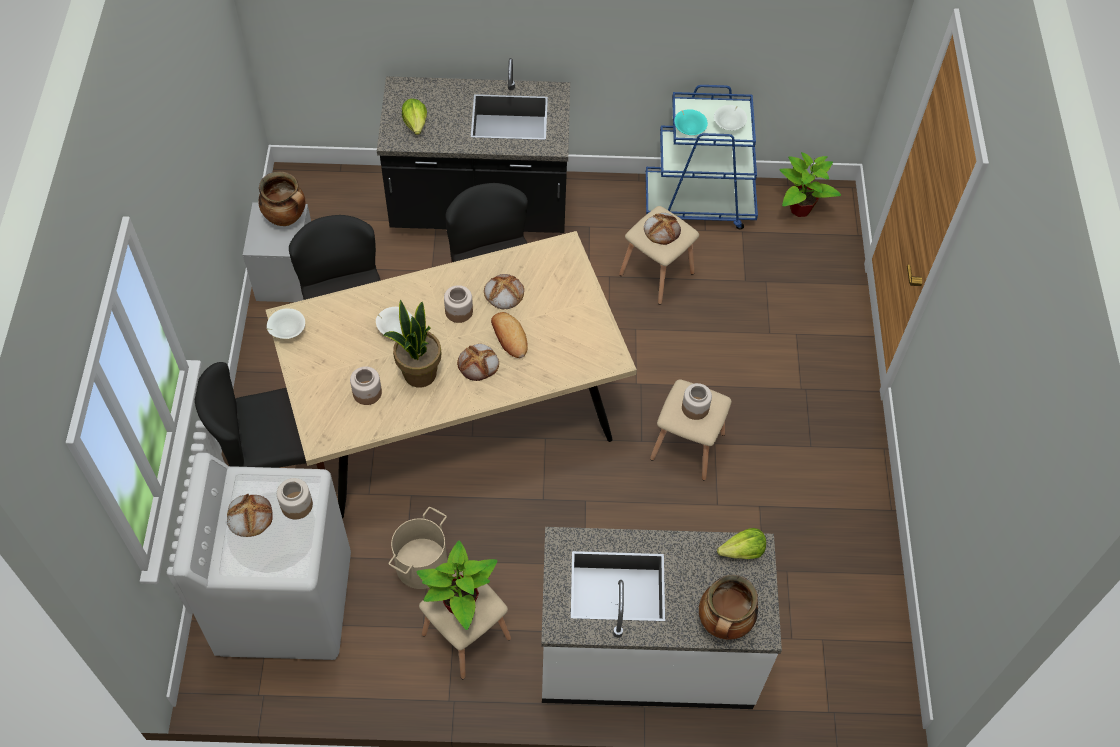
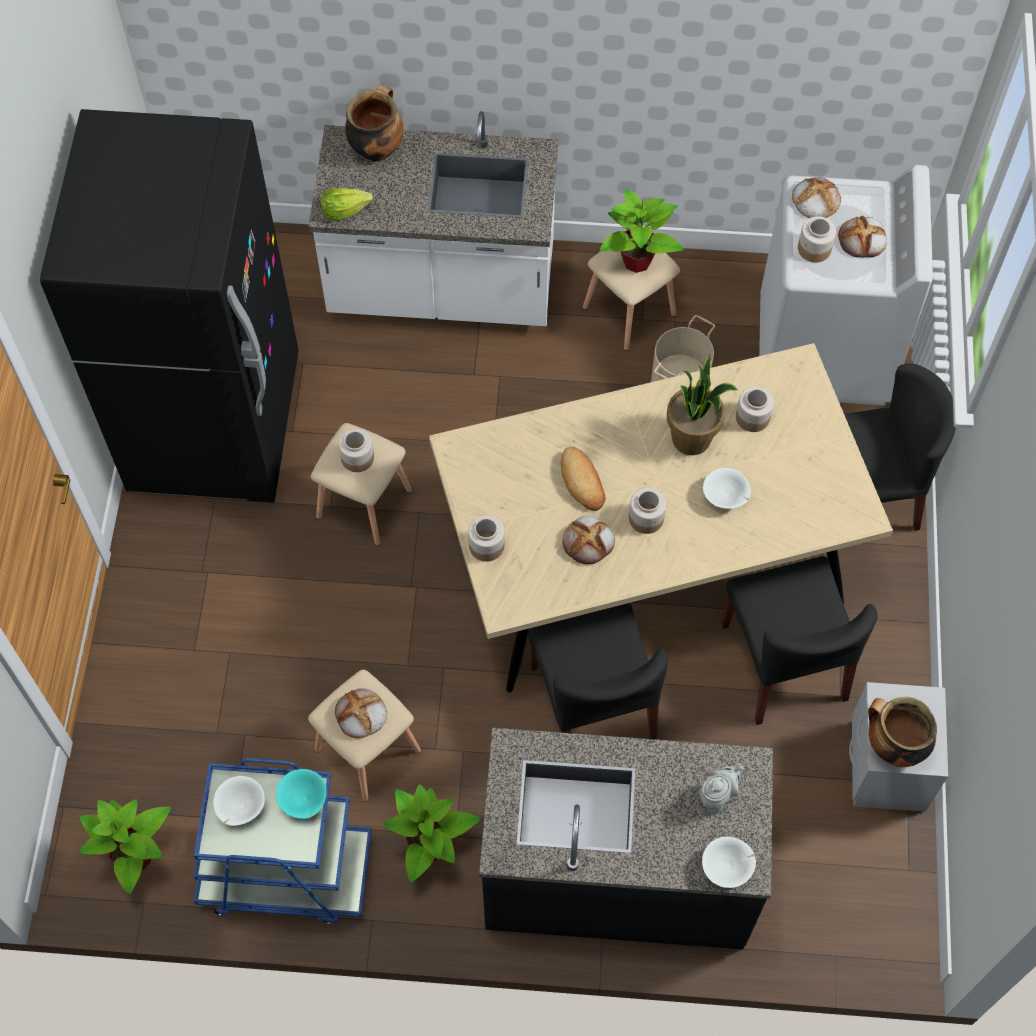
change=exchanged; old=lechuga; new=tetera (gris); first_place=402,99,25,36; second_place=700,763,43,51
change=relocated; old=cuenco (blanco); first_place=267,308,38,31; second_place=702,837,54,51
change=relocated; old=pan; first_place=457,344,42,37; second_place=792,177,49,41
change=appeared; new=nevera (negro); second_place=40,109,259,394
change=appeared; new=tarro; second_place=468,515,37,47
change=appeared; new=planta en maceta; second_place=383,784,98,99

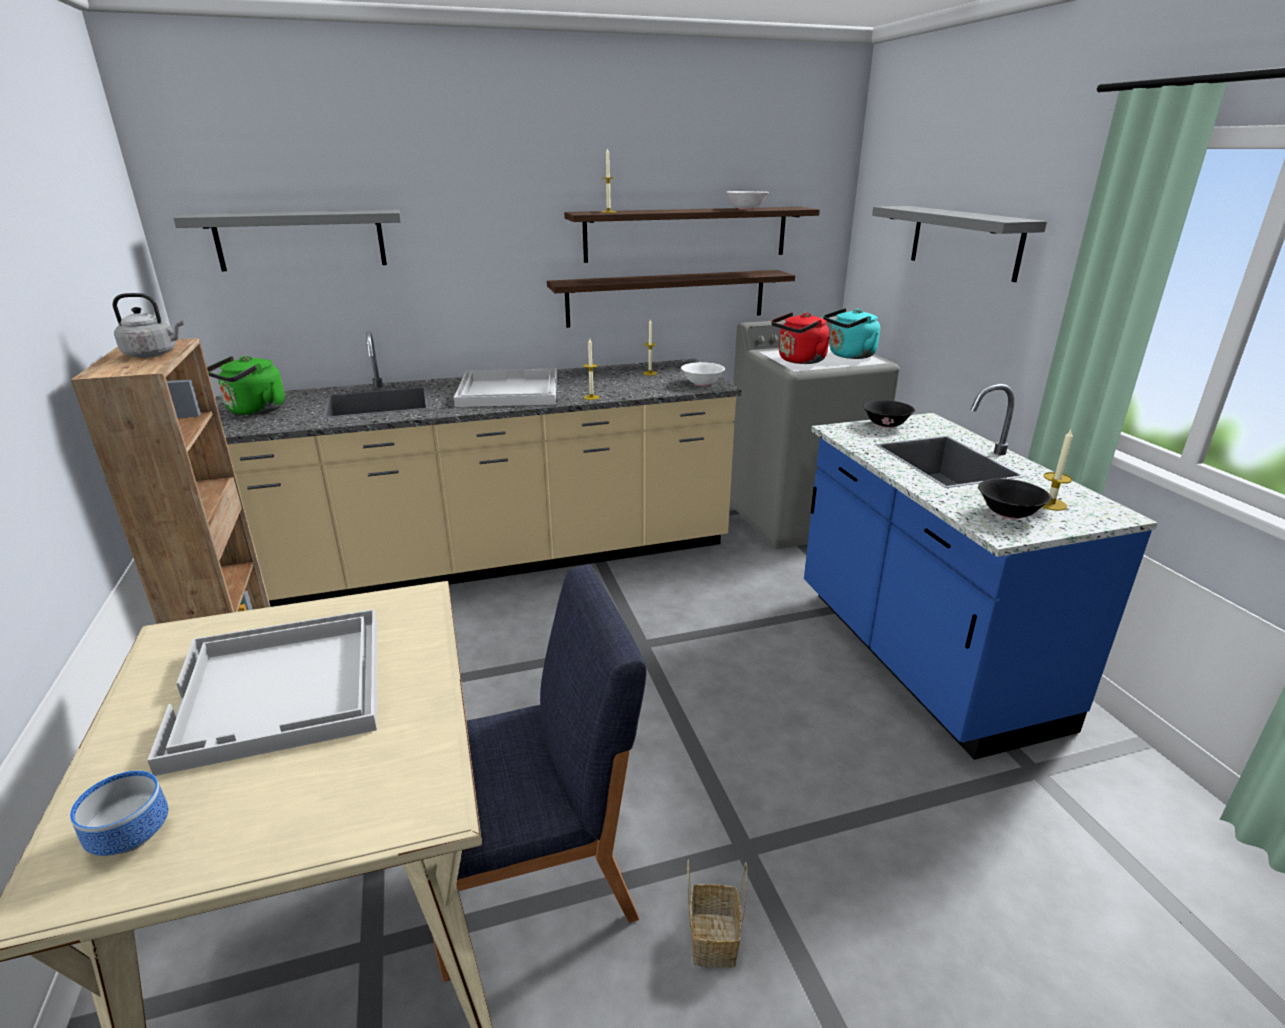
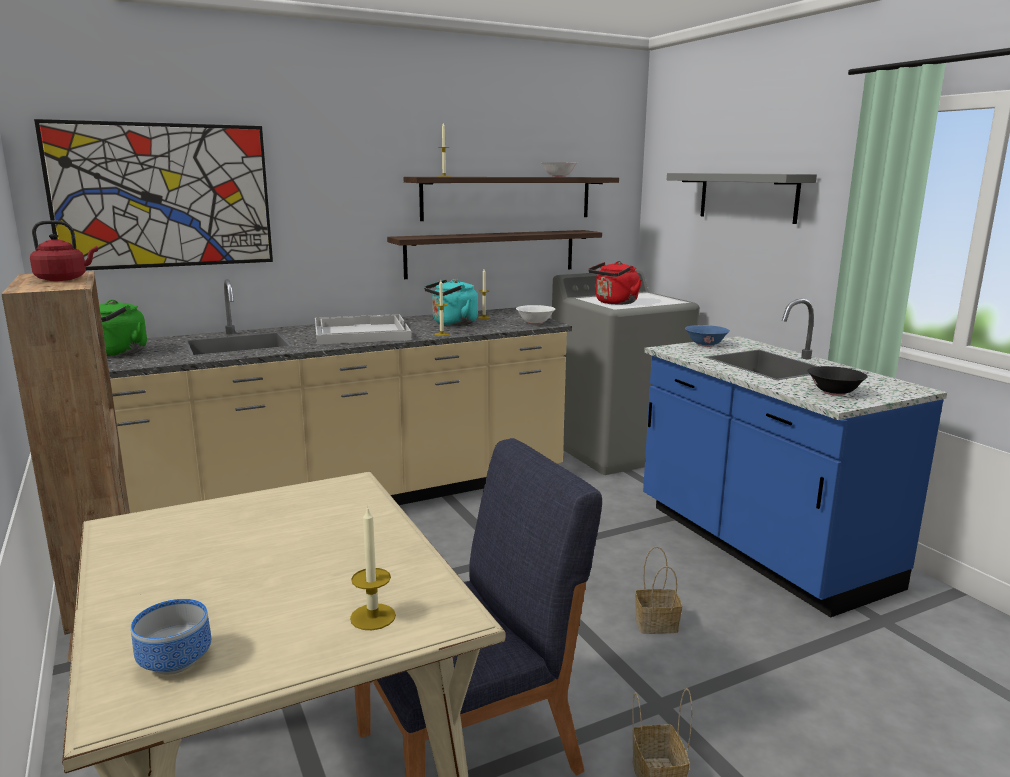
change=exchanged; old=estante (gris); new=cuadro; first_place=173,210,228,61; second_place=34,119,239,151
change=colour; old=hervidor (gris); new=hervidor (rojo); first_place=112,293,72,65; second_place=30,220,68,61
change=relocated; old=hervidor (turquesa); first_place=823,308,57,51; second_place=424,279,54,47
change=colour; old=cuenco (negro); new=cuenco (azul); first_place=863,400,52,29; second_place=685,325,45,22
change=relocated; old=vela; first_place=1042,430,31,81; second_place=350,506,46,124
change=missing; old=bandeja (blanco); first_place=147,609,230,167
change=appeared; new=cesta; second_place=635,547,47,87

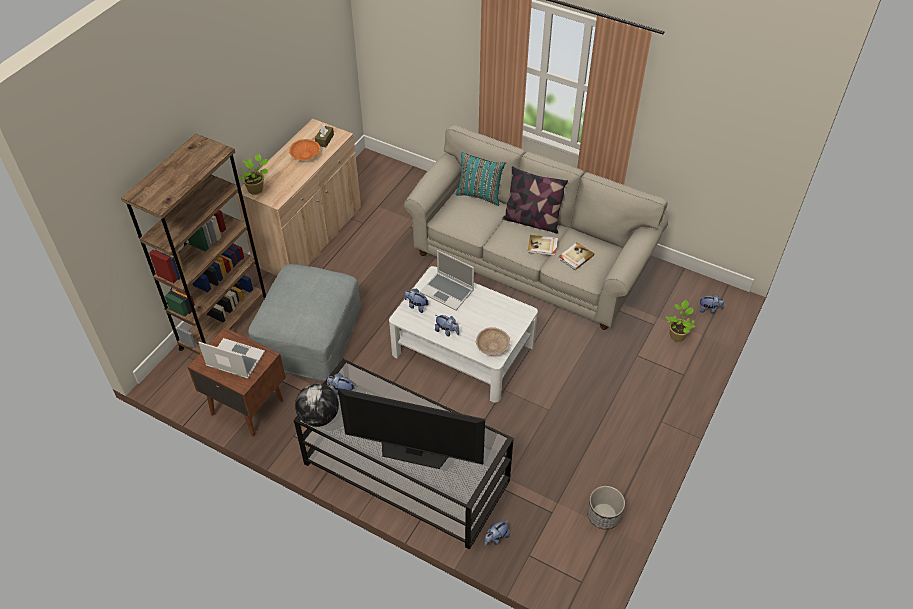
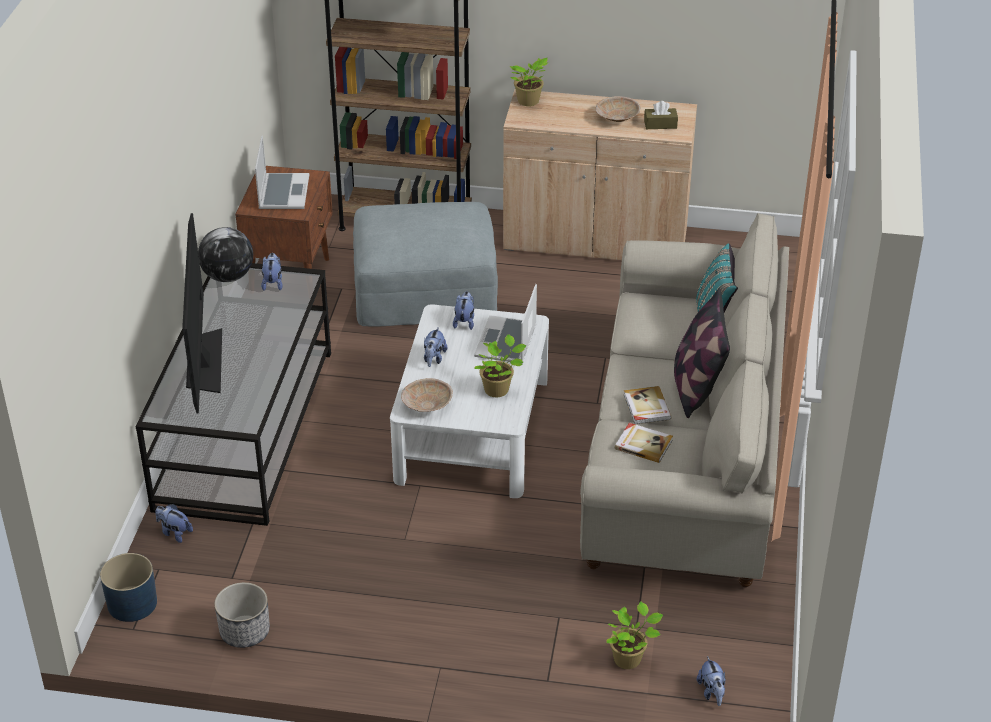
change=colour; old=cuenco (naranja); new=cuenco (beis); first_place=289,139,31,21; second_place=595,96,45,26
change=appeared; new=planta en maceta; second_place=474,334,53,63
change=appeared; new=maceta (azul); second_place=100,553,57,69

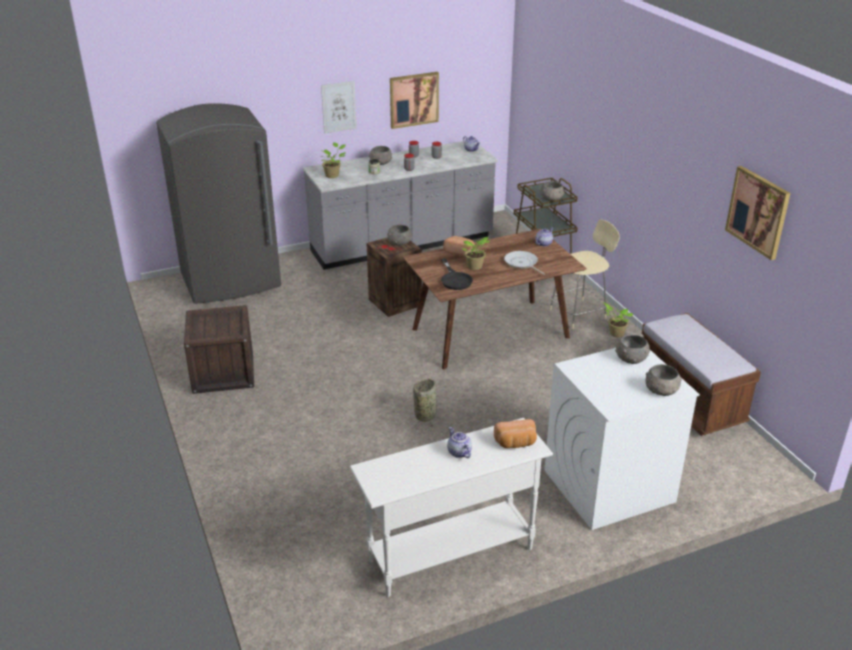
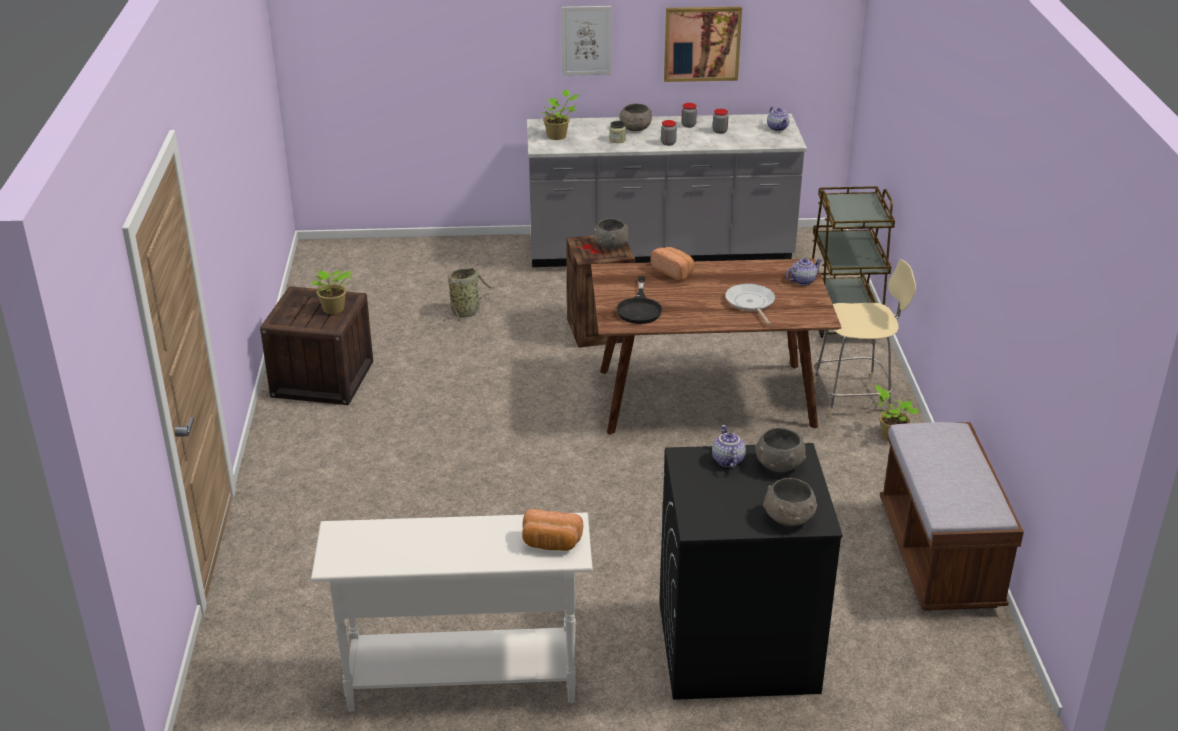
change=missing; old=nevera (gris); first_place=156,103,125,201
change=missing; old=cuadro; first_place=725,166,66,94
change=missing; old=cuenco (gris); first_place=540,181,25,20
change=relocated; old=planta en maceta; first_place=462,237,28,33; second_place=312,270,40,44
change=colour; old=lavadora (blanco); new=lavadora (negro); first_place=544,348,156,182; second_place=659,443,184,257
change=relocated; old=cesta; first_place=413,378,24,51; second_place=443,268,51,55
change=relocated; old=tetera; first_place=447,427,25,31; second_place=712,425,34,43

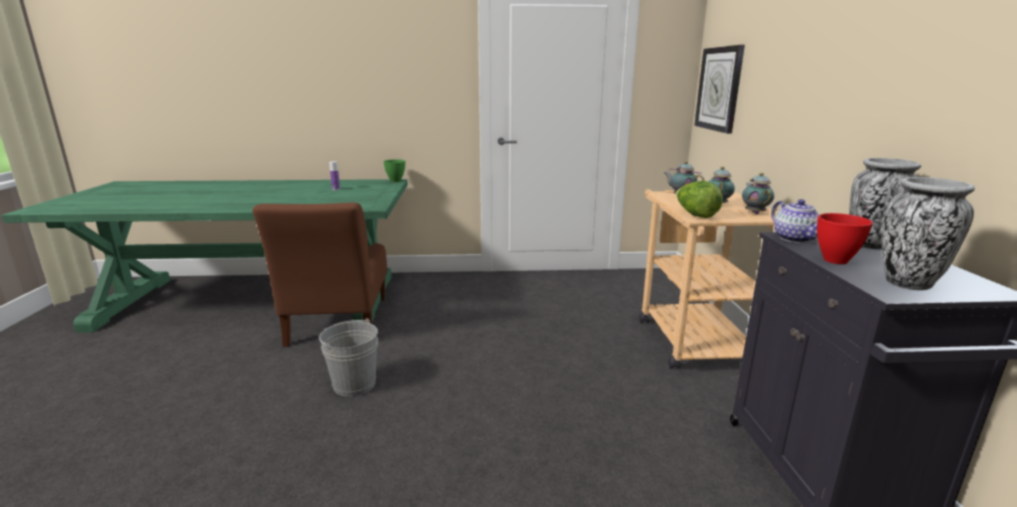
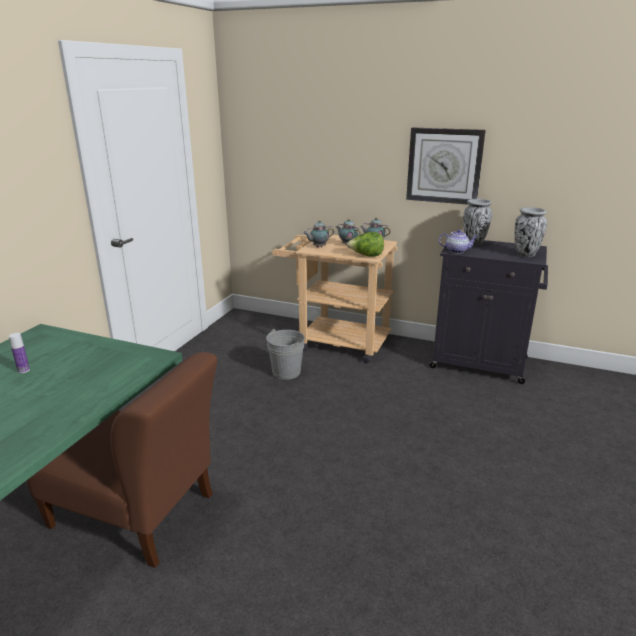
change=relocated; old=reloj de pared; first_place=694,45,51,89; second_place=406,127,80,78
change=missing; old=cuenco (verde); first_place=383,159,22,23
change=missing; old=cuenco (rojo); first_place=817,213,56,51
change=relocated; old=cubo (gris); first_place=319,318,59,79; second_place=266,329,39,51

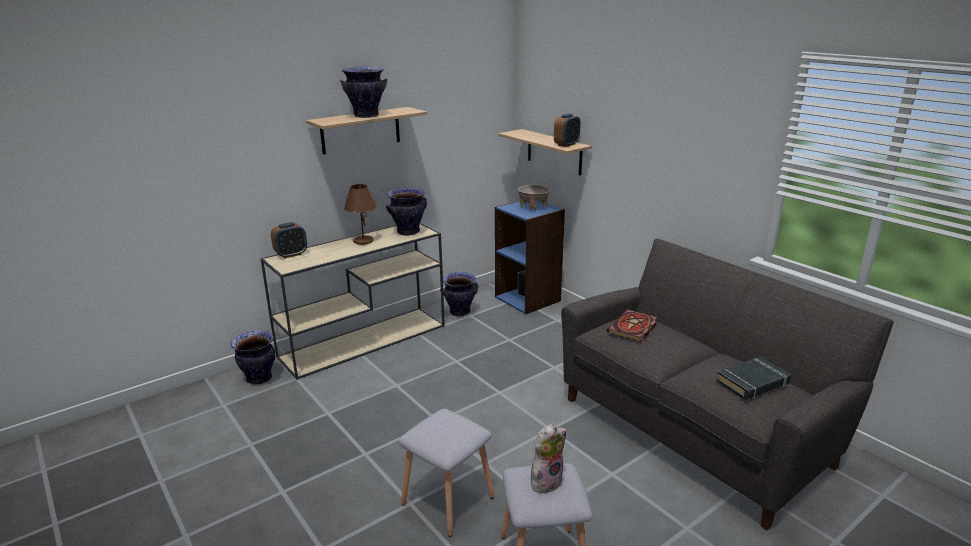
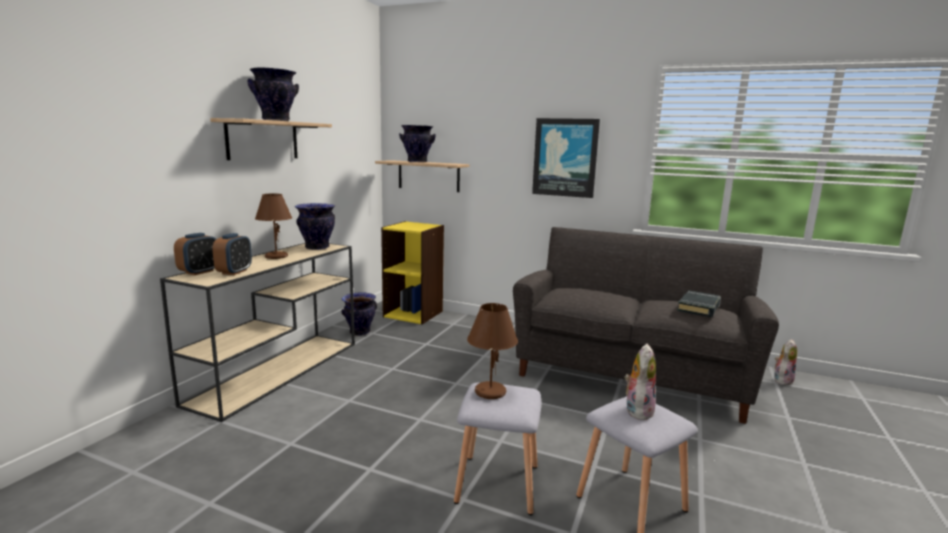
change=relocated; old=despertador; first_place=554,114,26,33; second_place=212,233,40,42
change=missing; old=cuenco (beis); first_place=518,185,32,26
change=colour; old=estantería (azul); new=estantería (amarillo); first_place=495,201,70,113; second_place=381,221,63,104
change=missing; old=libro; first_place=607,309,52,33
change=relocated; old=florero; first_place=231,331,44,54; second_place=399,125,37,37
change=appeared; new=cuadro; second_place=532,118,68,80
change=appeared; new=lámpara de mesa (marrón); second_place=467,303,51,96
change=appeared; new=peluche; second_place=774,339,23,46

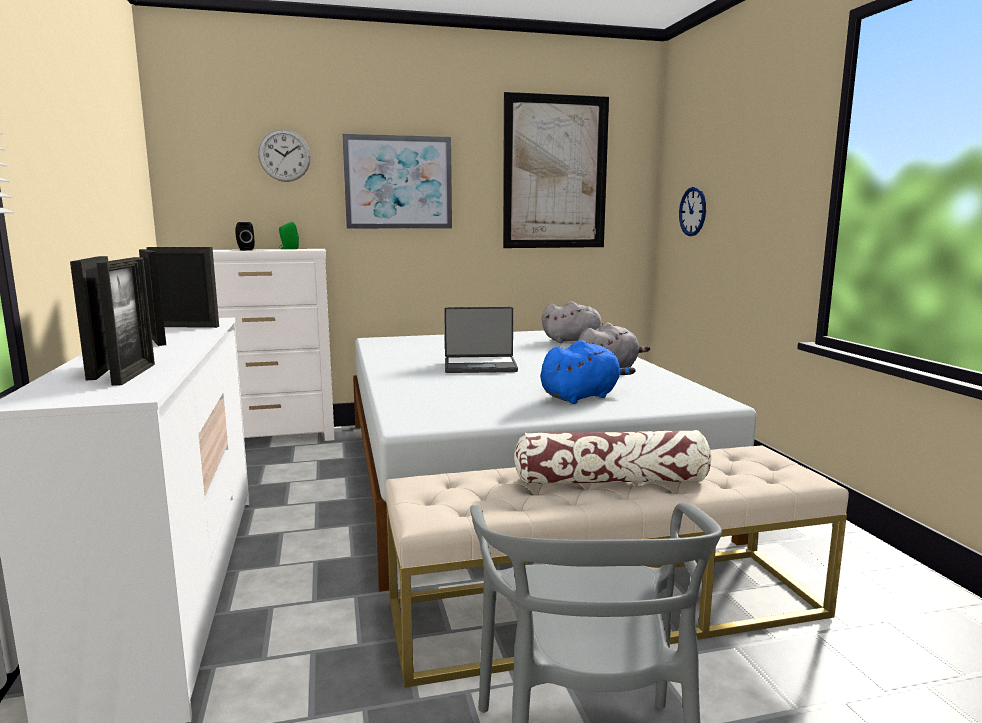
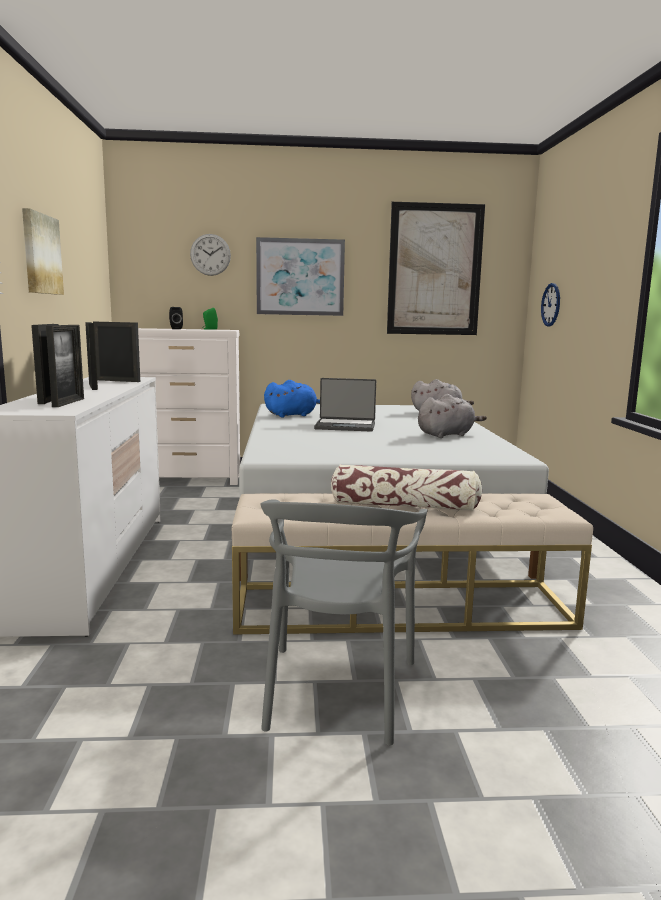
change=relocated; old=peluche (azul); first_place=541,340,95,64; second_place=264,380,56,37
change=appeared; new=cuadro; second_place=22,208,42,87

